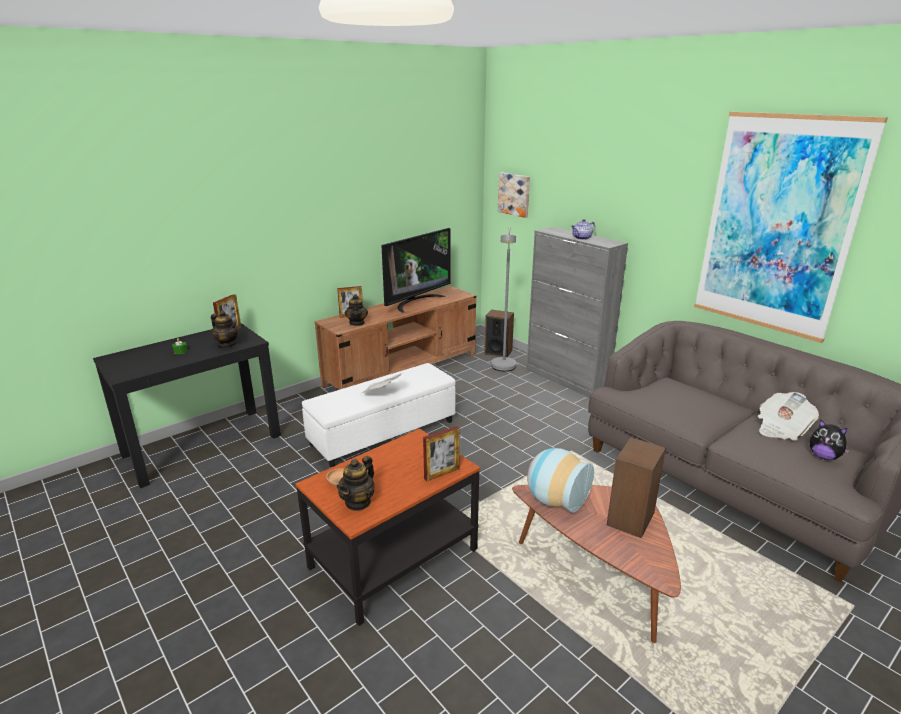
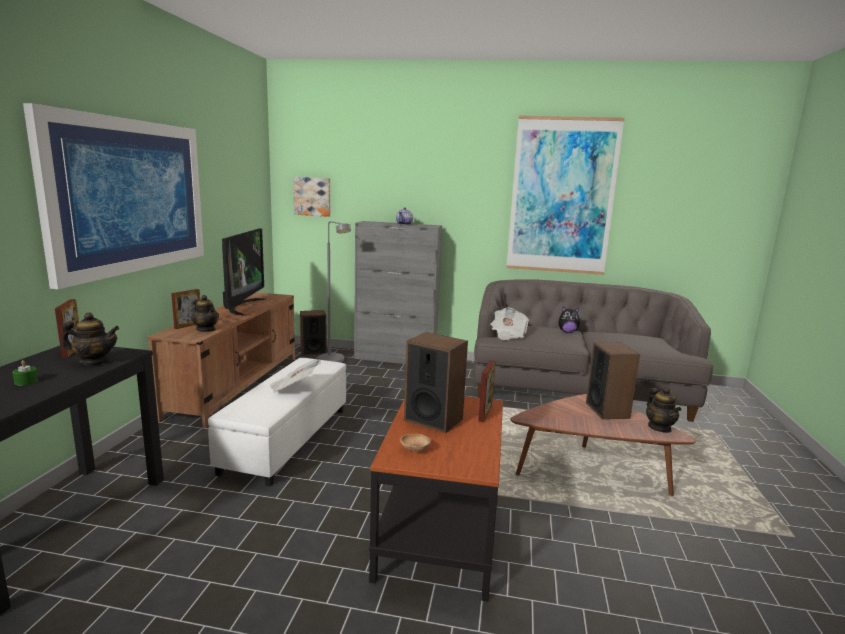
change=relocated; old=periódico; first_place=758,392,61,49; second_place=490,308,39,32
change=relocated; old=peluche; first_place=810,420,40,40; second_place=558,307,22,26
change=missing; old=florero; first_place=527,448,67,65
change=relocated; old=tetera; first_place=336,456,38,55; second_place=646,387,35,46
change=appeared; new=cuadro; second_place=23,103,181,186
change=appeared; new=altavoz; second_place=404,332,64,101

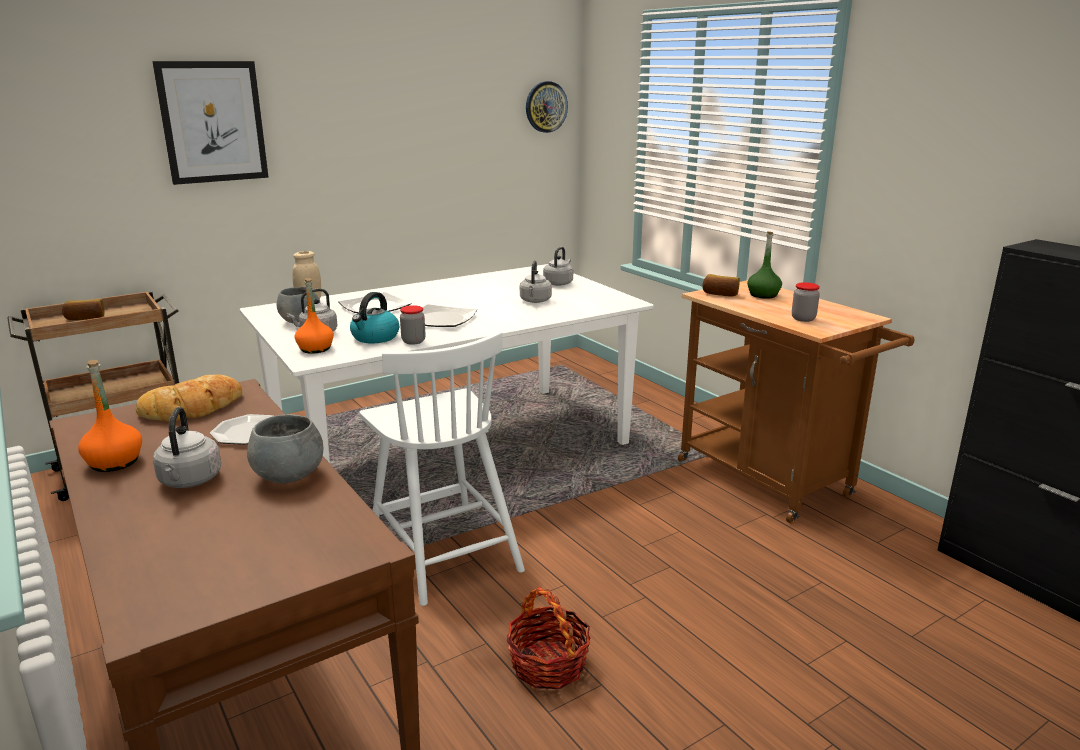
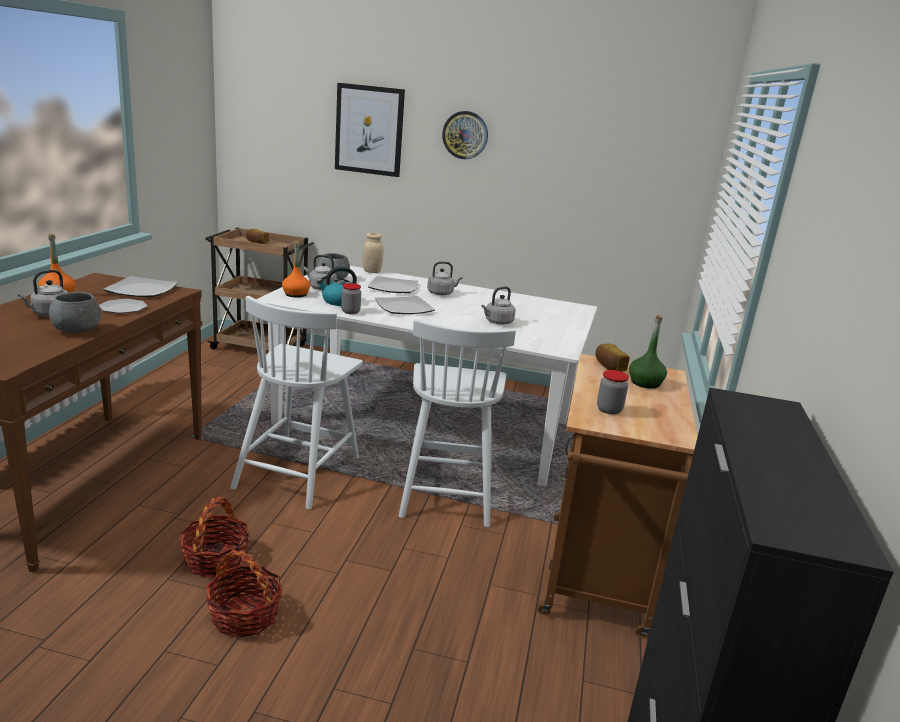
change=relocated; old=reloj de pared; first_place=526,81,42,52; second_place=442,111,46,48
change=relocated; old=hervidor (gris); first_place=543,247,30,39; second_place=427,262,36,33
change=exchanged; old=pan; new=plato; first_place=136,374,106,48; second_place=103,276,75,21
change=appeared; new=silla (blanco); second_place=399,319,117,209
change=appeared; new=cesta; second_place=206,549,77,89

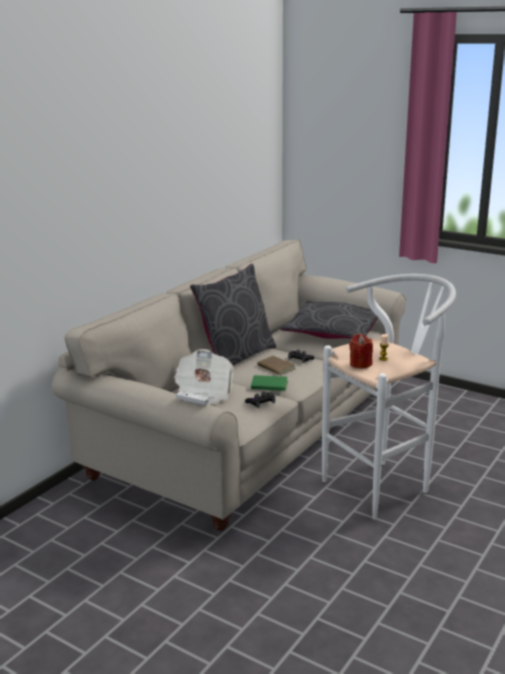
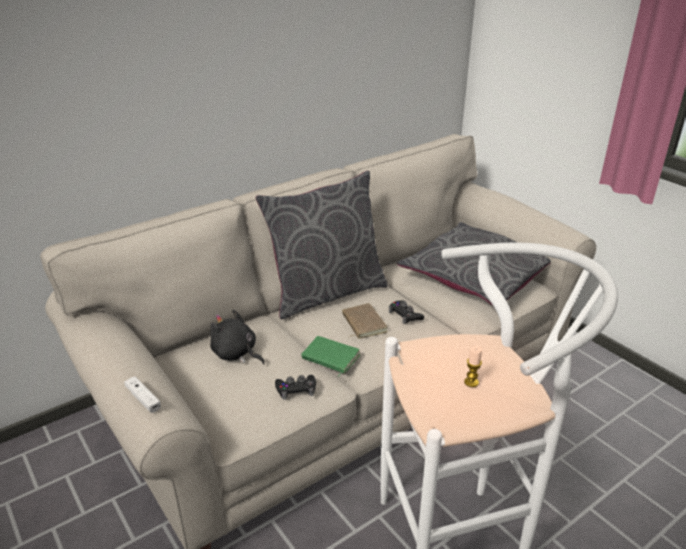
change=missing; old=vela (rojo); first_place=349,334,24,35
change=exchanged; old=periódico; new=peluche (negro); first_place=174,349,60,56; second_place=210,309,55,56

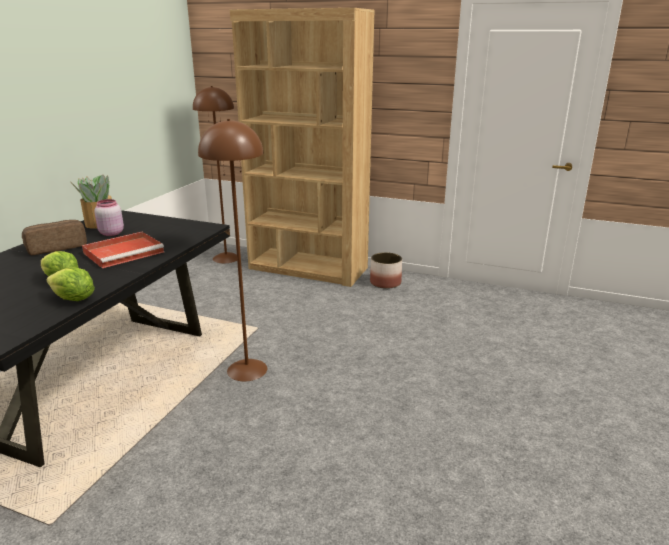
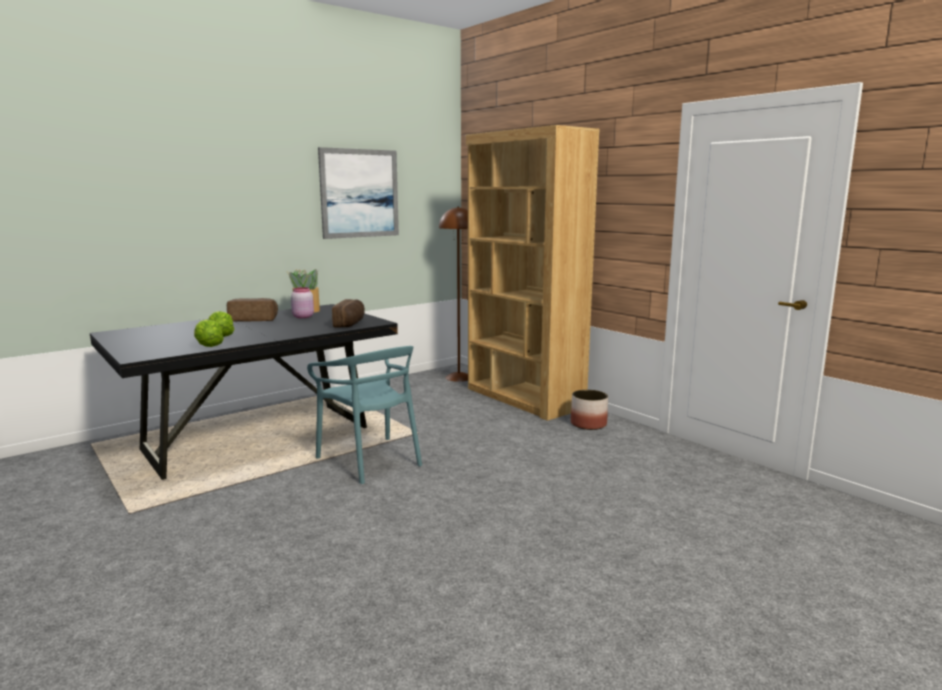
change=exchanged; old=lámpara de pie (marrón); new=silla (turquesa); first_place=198,119,69,262; second_place=307,346,115,138
change=missing; old=bandeja (rojo); first_place=82,232,82,36
change=appeared; new=cuadro; second_place=318,147,81,92
change=appeared; new=pan; second_place=332,299,33,29

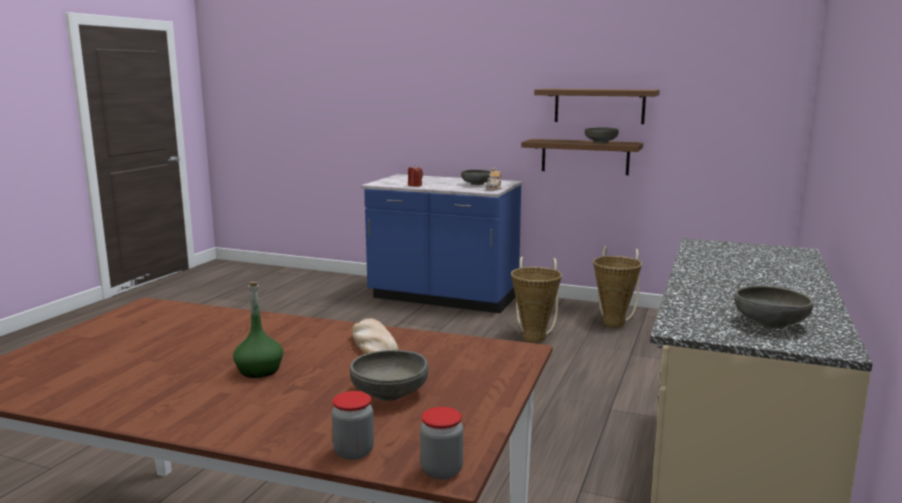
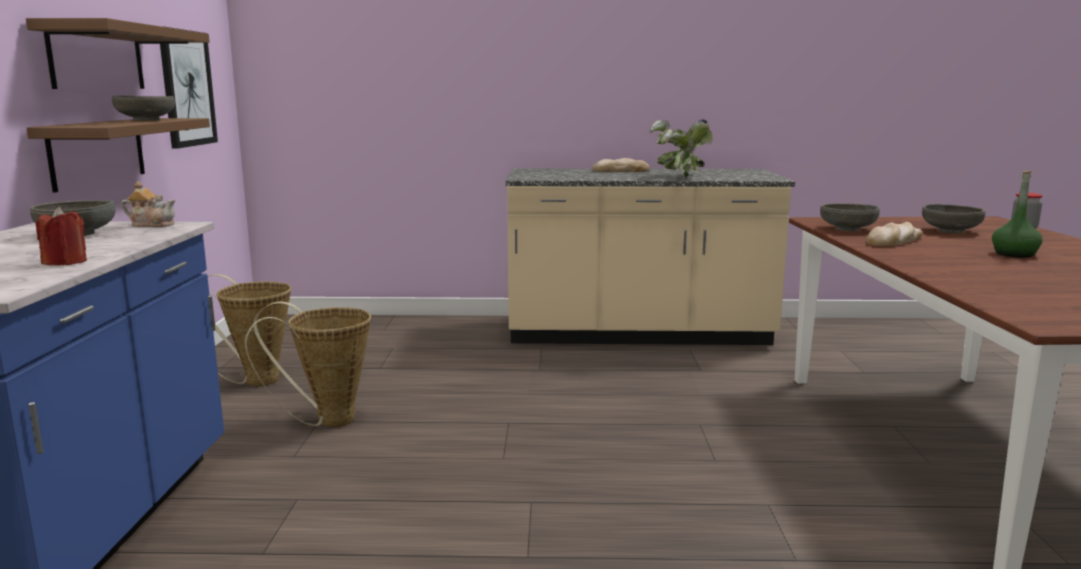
change=relocated; old=cuenco (gris); first_place=734,285,79,43; second_place=820,203,60,28
change=missing; old=tarro; first_place=420,407,43,73
change=appeared; new=cuadro; second_place=160,27,58,122
change=appeared; new=planta en maceta; second_place=650,119,63,59
change=appeared; new=pan; second_place=592,158,58,14

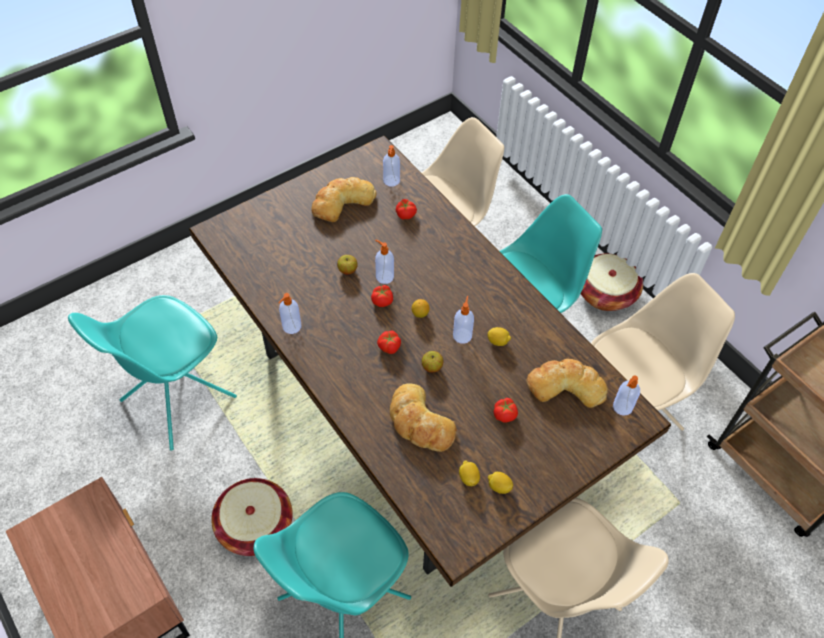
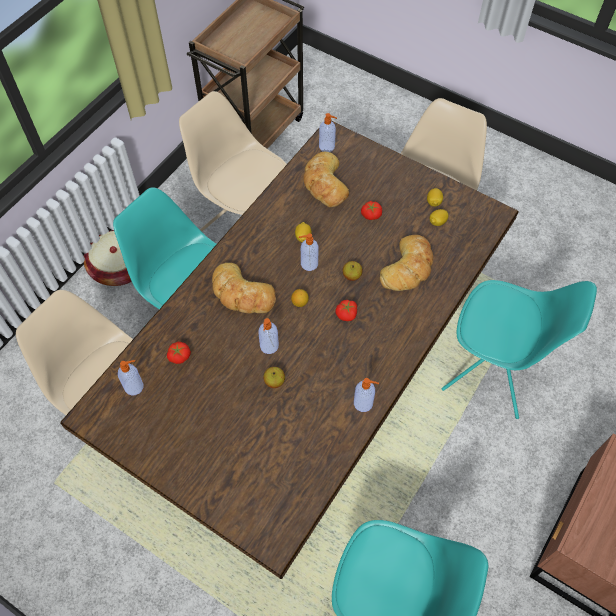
change=relocated; old=pan; first_place=311,177,66,45; second_place=212,263,64,50
change=missing; old=tomate; first_place=371,285,22,22
change=missing; old=cesta; first_place=211,478,82,78

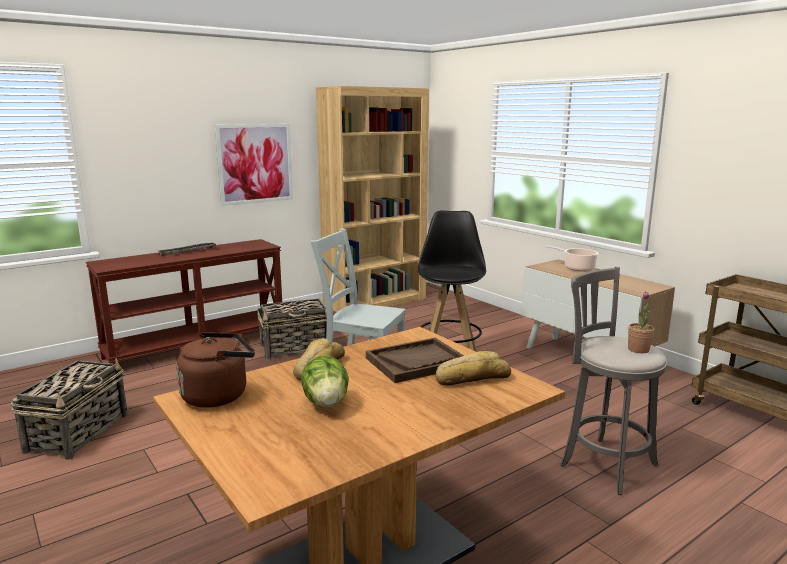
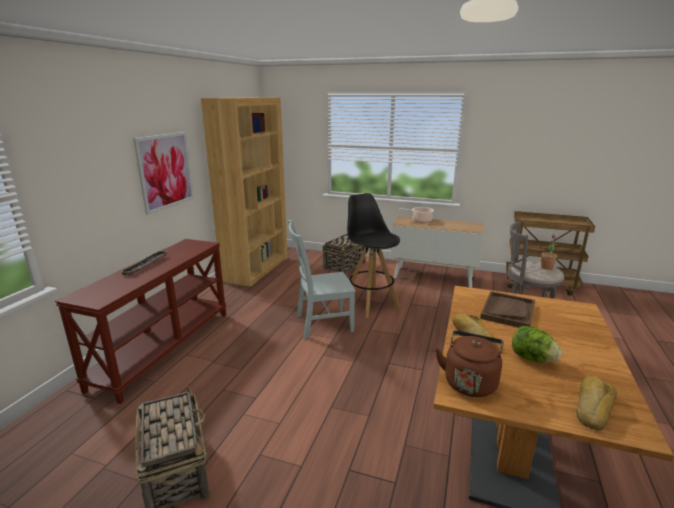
change=relocated; old=cesta; first_place=257,298,70,61; second_place=322,234,43,40
change=relocated; old=pan; first_place=435,351,76,35; second_place=577,376,40,55

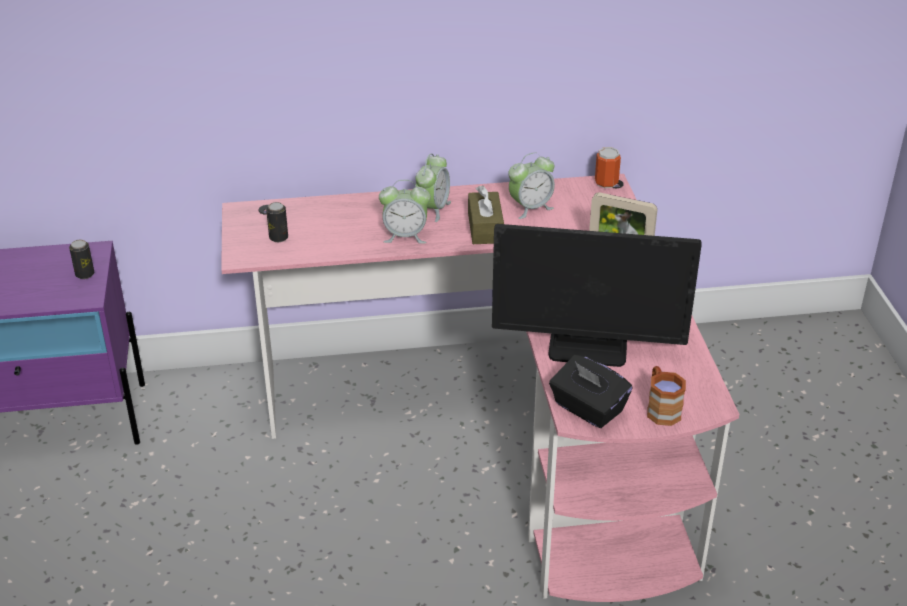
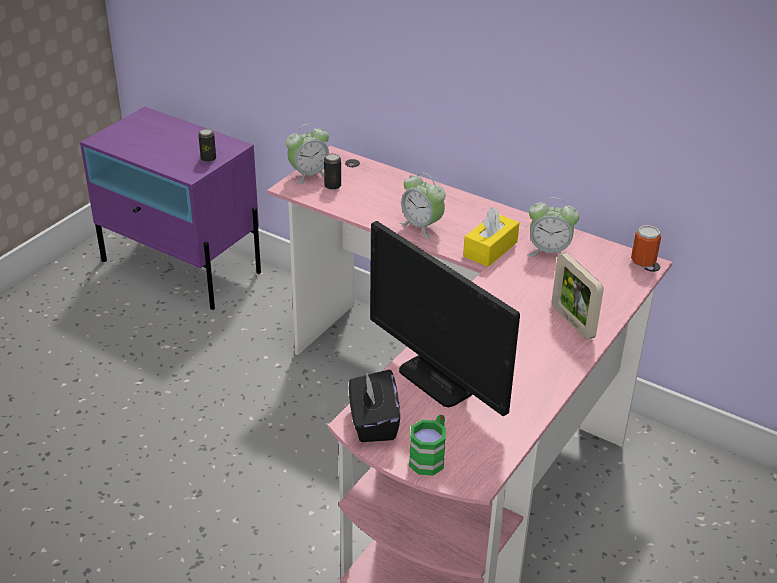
change=relocated; old=despertador; first_place=415,154,36,68; second_place=286,124,43,60
change=colour; old=caja de pañuelos (marrón); new=caja de pañuelos (amarillo); first_place=468,186,36,58; second_place=463,207,56,60
change=colour; old=taza grande (marrón); new=taza grande (verde); first_place=647,366,39,60; second_place=409,415,37,60

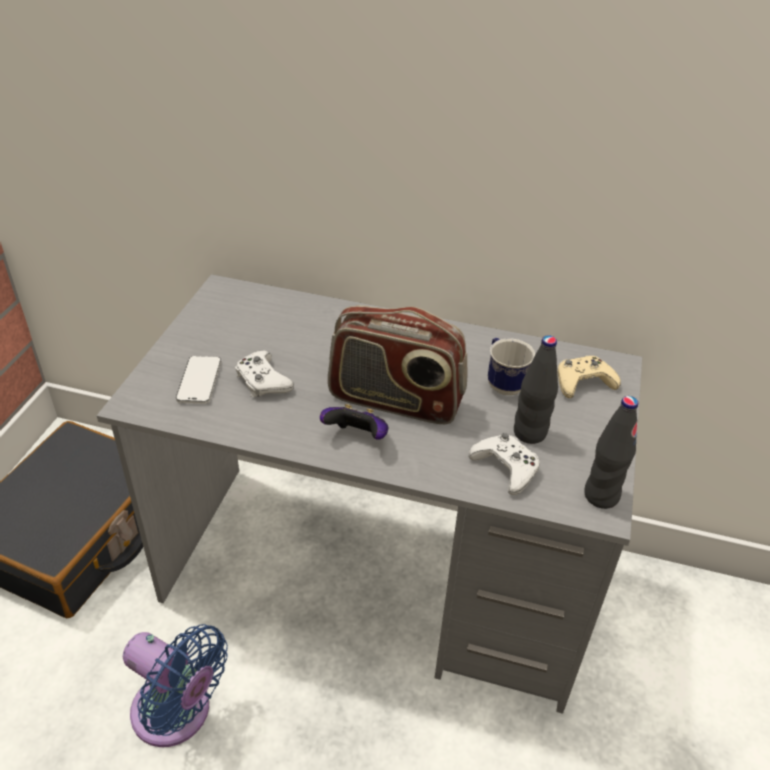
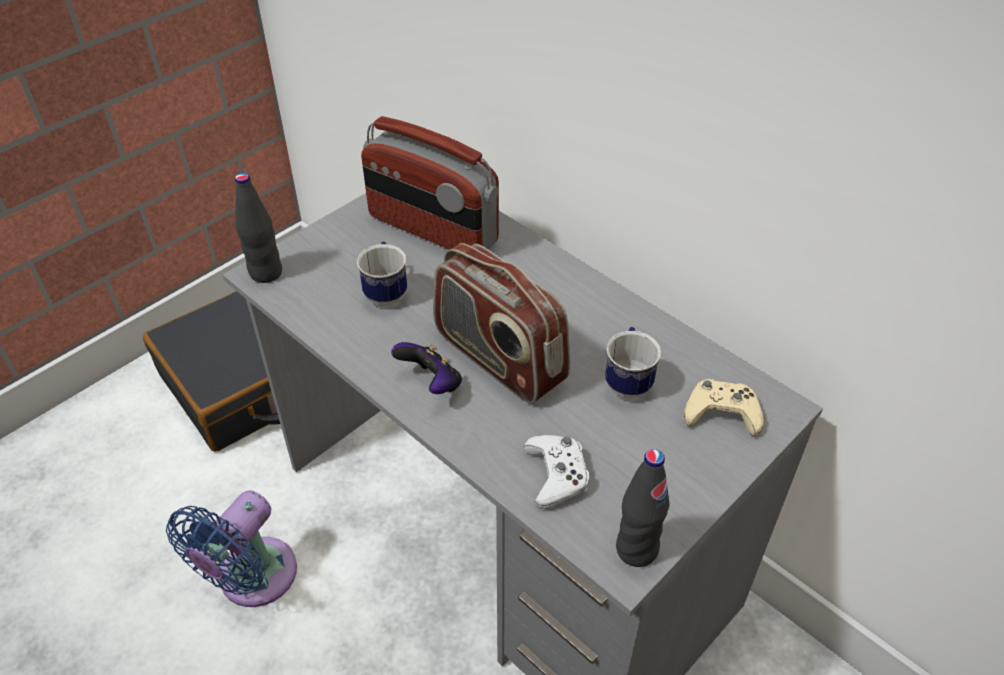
change=relocated; old=botella (negro); first_place=514,335,44,109; second_place=235,173,47,110
change=exchanged; old=mando de consola (blanco); new=taza grande; first_place=235,351,59,46; second_place=357,241,50,65
change=missing; old=móvil; first_place=176,356,45,48
change=spun; old=ventilador (azul); first_place=123,624,105,123; second_place=166,490,131,117; degrees=60
change=appeared; new=radio; second_place=361,116,138,134

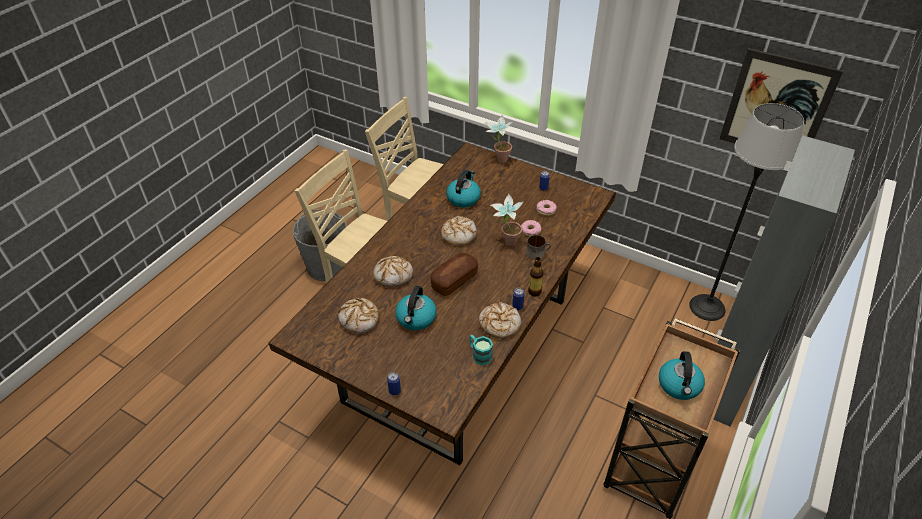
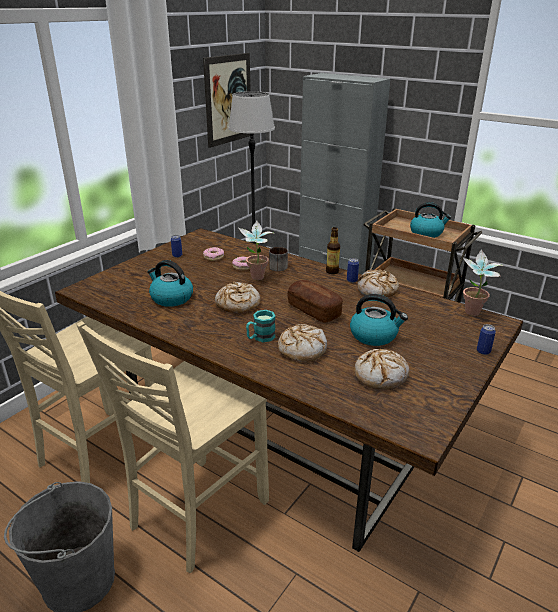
change=relocated; old=planta en maceta; first_place=485,115,28,48; second_place=463,250,40,66
change=relocated; old=taza grande (turquesa); first_place=469,335,24,31; second_place=246,310,29,32

